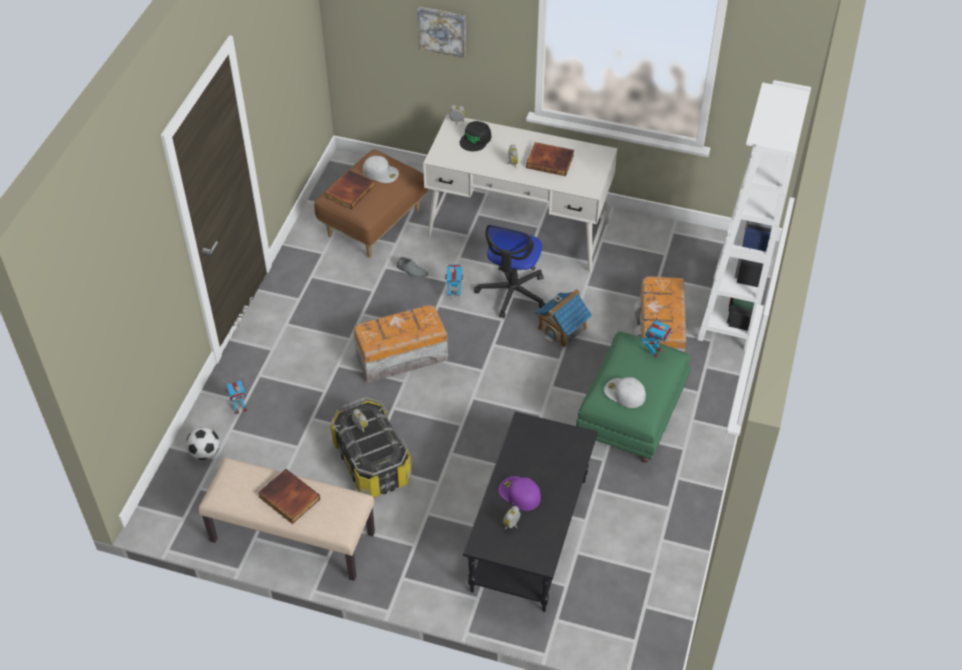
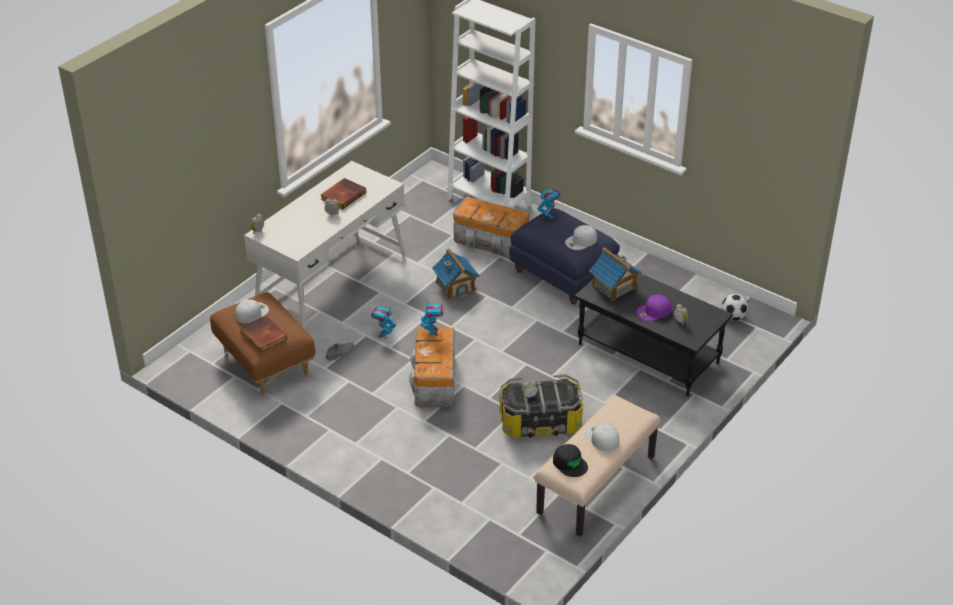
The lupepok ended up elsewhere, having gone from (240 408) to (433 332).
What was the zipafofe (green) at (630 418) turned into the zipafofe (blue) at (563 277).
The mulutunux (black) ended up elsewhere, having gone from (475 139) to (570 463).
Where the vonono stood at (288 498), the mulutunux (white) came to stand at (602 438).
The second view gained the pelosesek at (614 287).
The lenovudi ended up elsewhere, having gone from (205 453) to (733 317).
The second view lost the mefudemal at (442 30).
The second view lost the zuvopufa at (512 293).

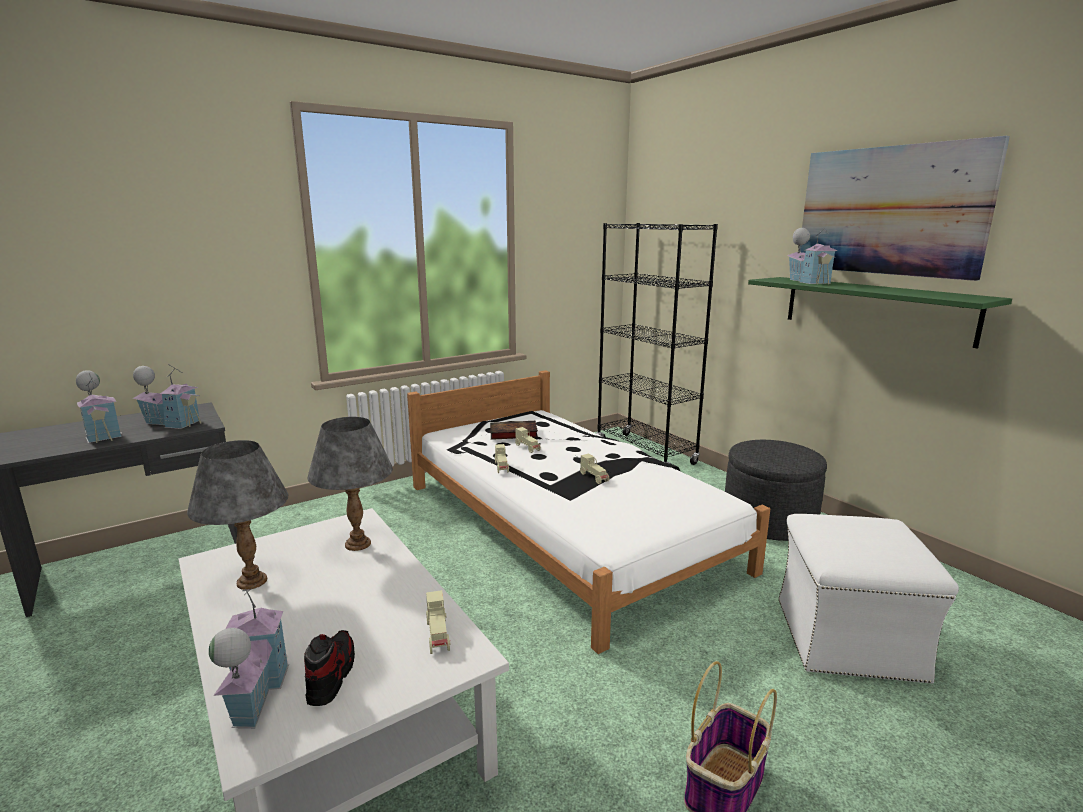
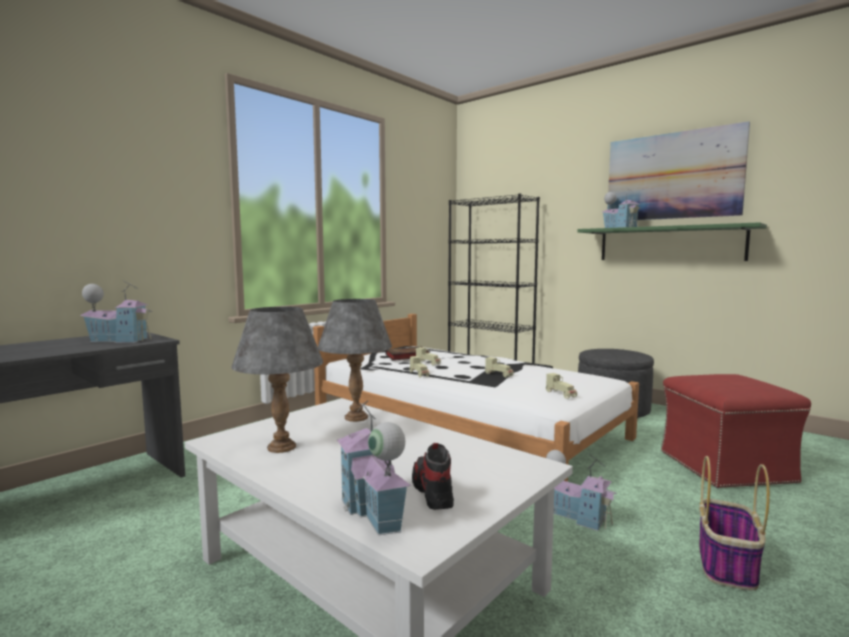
The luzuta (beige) ended up elsewhere, having gone from (438 636) to (561 394).
The pelosesek ended up elsewhere, having gone from (102 433) to (578 516).
What was the zipafofe (white) at (847 638) turned into the zipafofe (red) at (724 466).

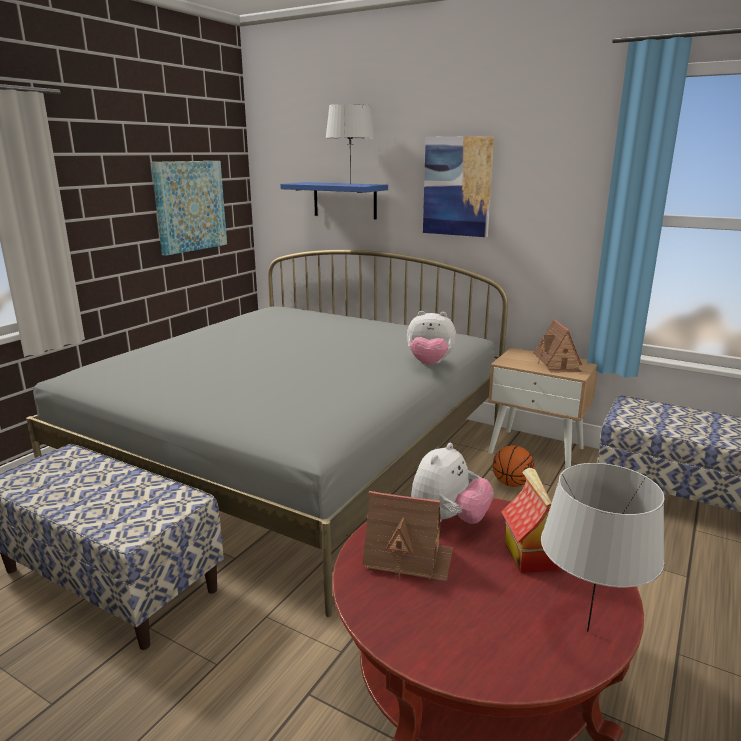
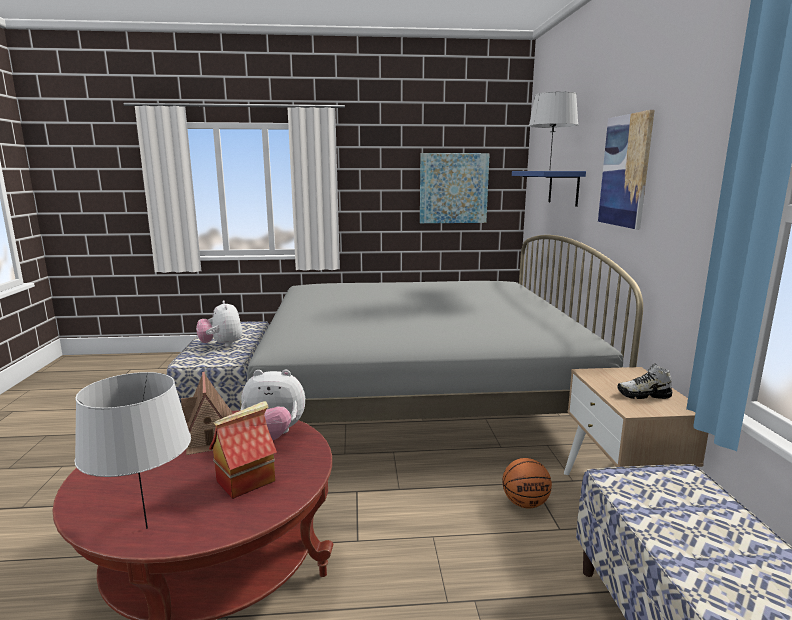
The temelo ended up elsewhere, having gone from (429 364) to (221 345).
Where the pelosesek stood at (557 364), the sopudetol came to stand at (644 395).

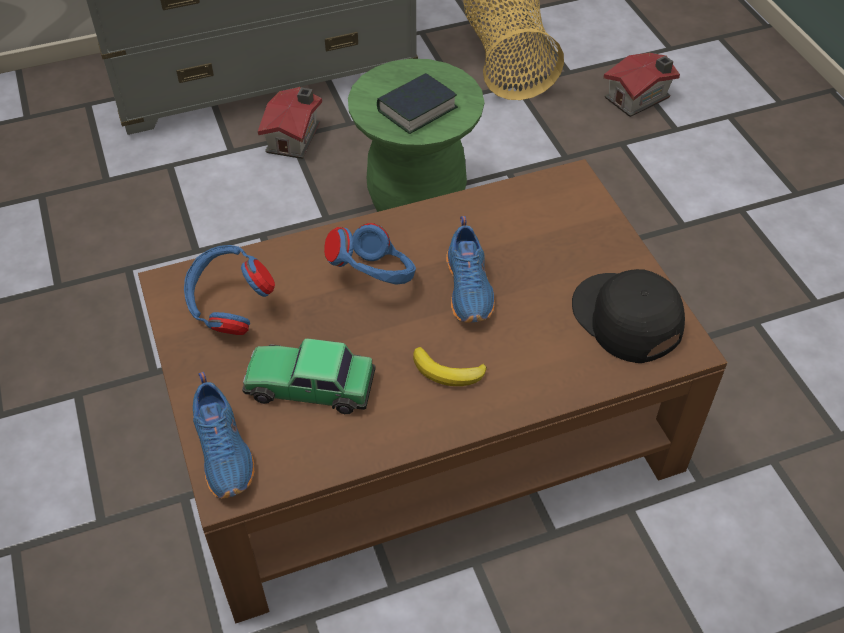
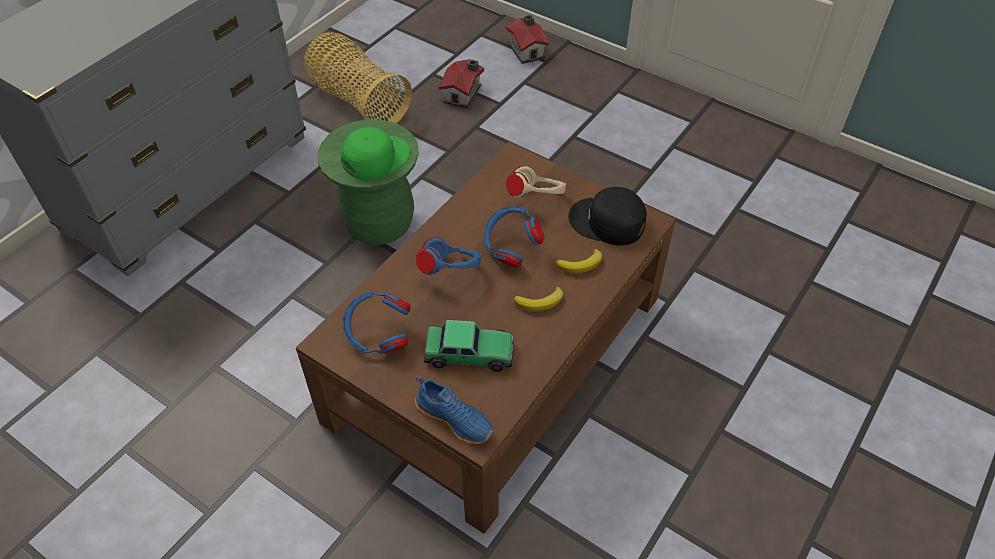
Where the vonono stood at (417 109), the mulutunux (green) came to stand at (375 157).
The luzuta at (309 385) ended up facing another way, 150 degrees counterclockwise from before.
Where the sopudetol (blue) stood at (470 288), the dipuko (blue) came to stand at (510 249).
The pelosesek ended up elsewhere, having gone from (295 137) to (527 50).
The second view gained the dipuko (beige) at (536 199).
The second view gained the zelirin at (581 264).

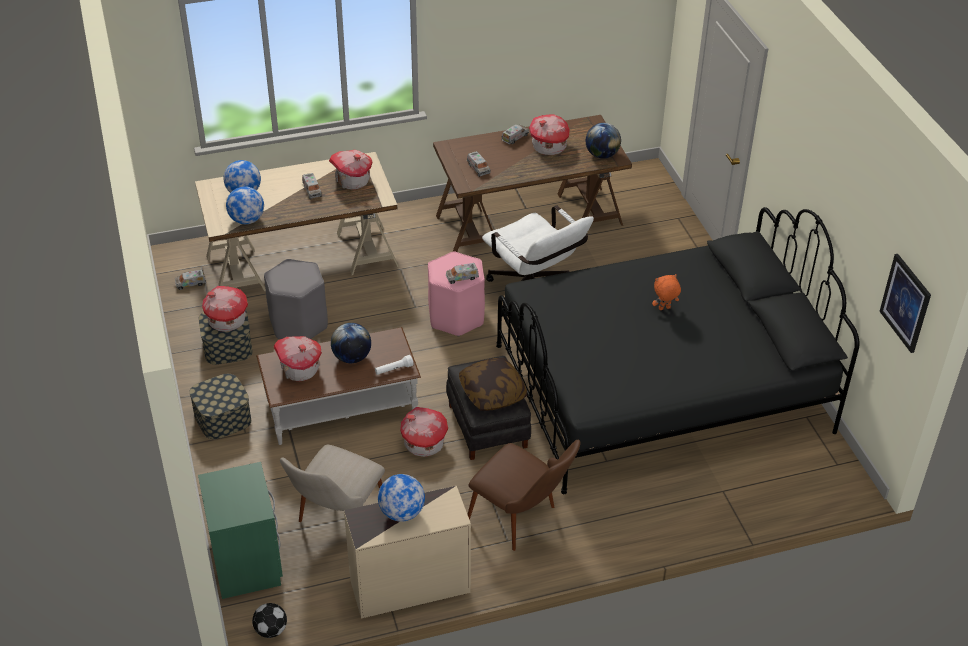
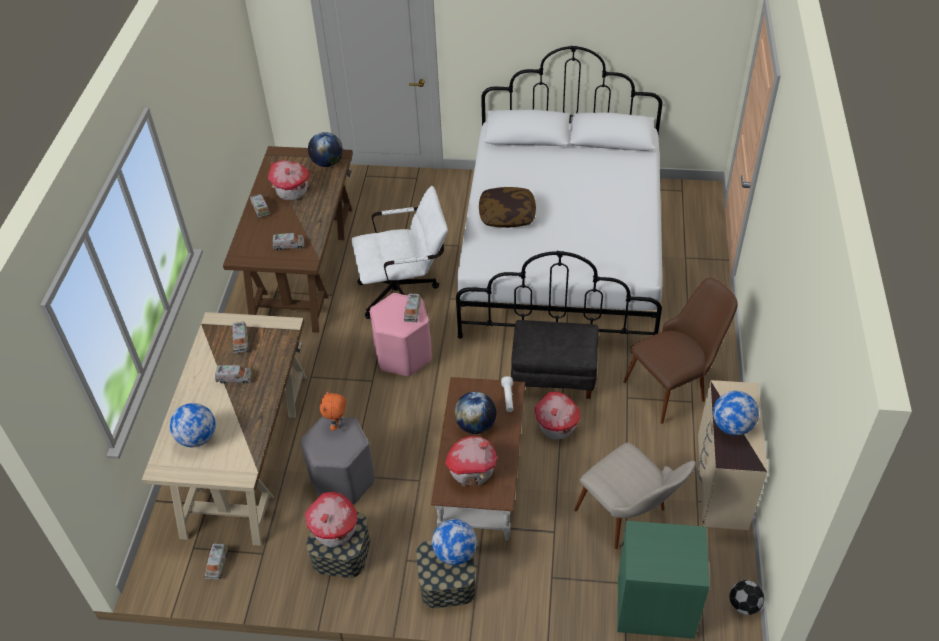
Where the pelosesek stood at (352 180), the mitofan came to stand at (241 341).
The temelo (orange) ended up elsewhere, having gone from (664 309) to (337 424).
The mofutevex ended up elsewhere, having gone from (247 220) to (455 553).
What was the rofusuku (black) at (661 389) turned into the rofusuku (white) at (562 254).
The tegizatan ended up elsewhere, having gone from (492 393) to (507 215).
The second view lost the mefudemal at (905 303).

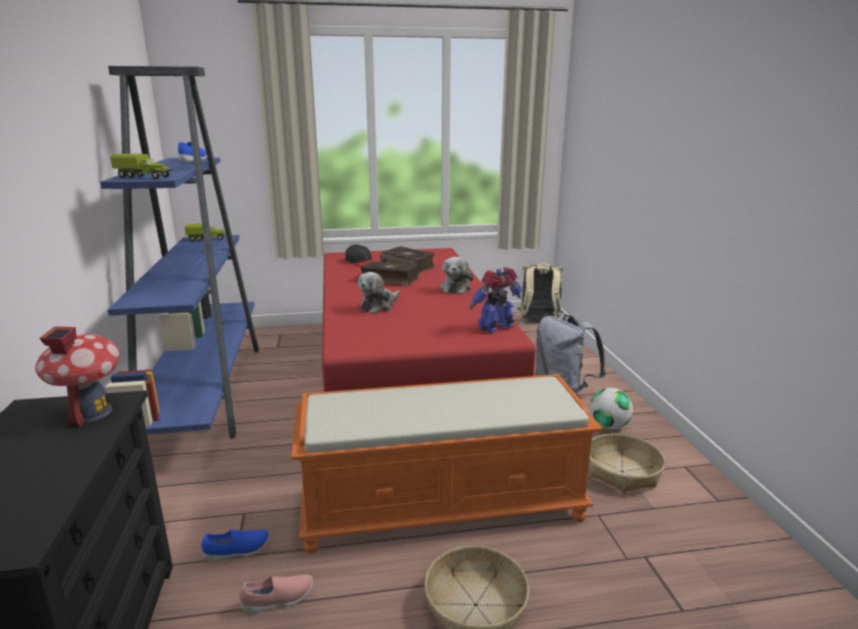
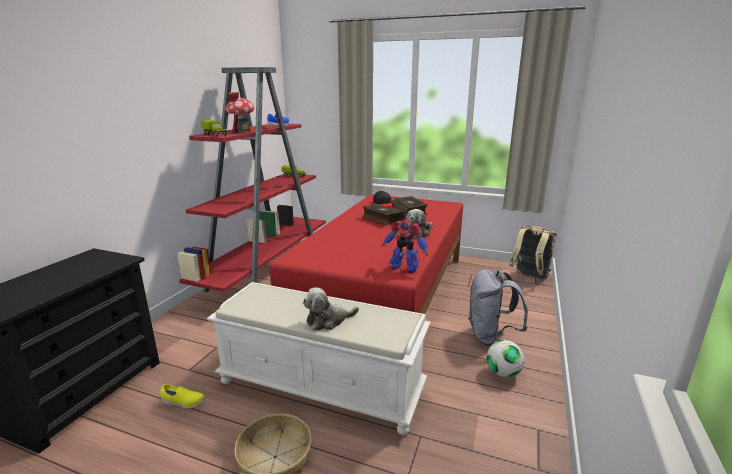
What was the sopudetol (pink) at (278 601) turned into the sopudetol (yellow) at (183 403).
What was the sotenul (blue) at (205 388) turned into the sotenul (red) at (267 269).
What was the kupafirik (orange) at (443 505) turned into the kupafirik (white) at (322 385).
The pelosesek ended up elsewhere, having gone from (90 413) to (242 132).
The temelo ended up elsewhere, having gone from (379 306) to (328 320).
The lupepok at (497 328) ended up facing another way, 150 degrees counterclockwise from before.
The second view lost the sopudetol (blue) at (237 552).
The second view lost the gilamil at (622 471).

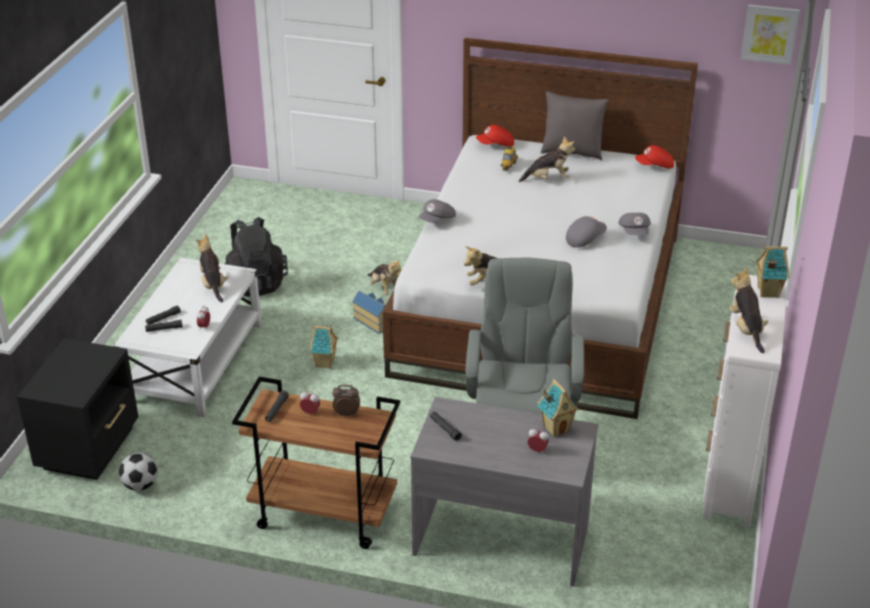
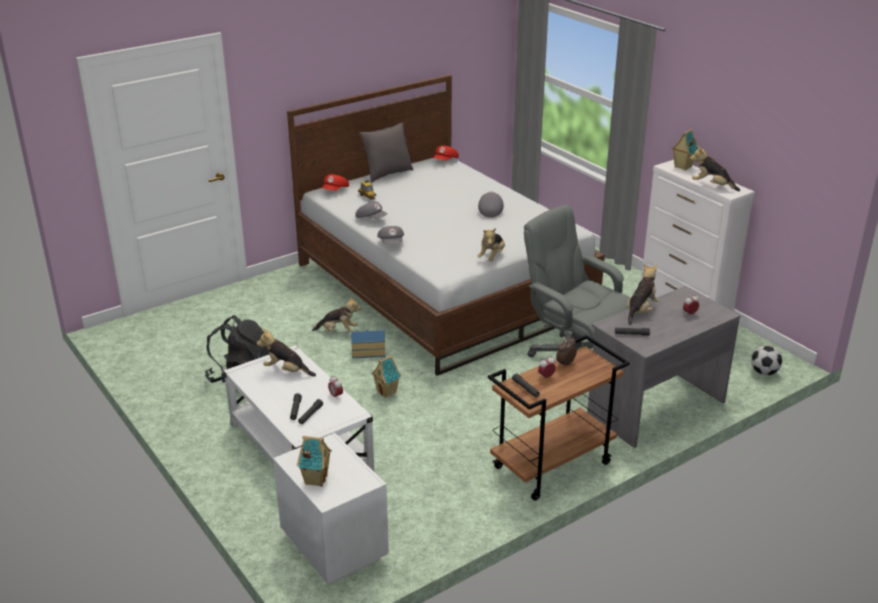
What was the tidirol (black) at (90 448) turned into the tidirol (white) at (334 546).
The pelosesek ended up elsewhere, having gone from (556 428) to (315 479).
The mulutunux (grey) ended up elsewhere, having gone from (634 232) to (371 219).
The temelo ended up elsewhere, having gone from (548 179) to (640 311).
The lenovudi ended up elsewhere, having gone from (140 485) to (764 372).
The second view lost the mefudemal at (770 34).

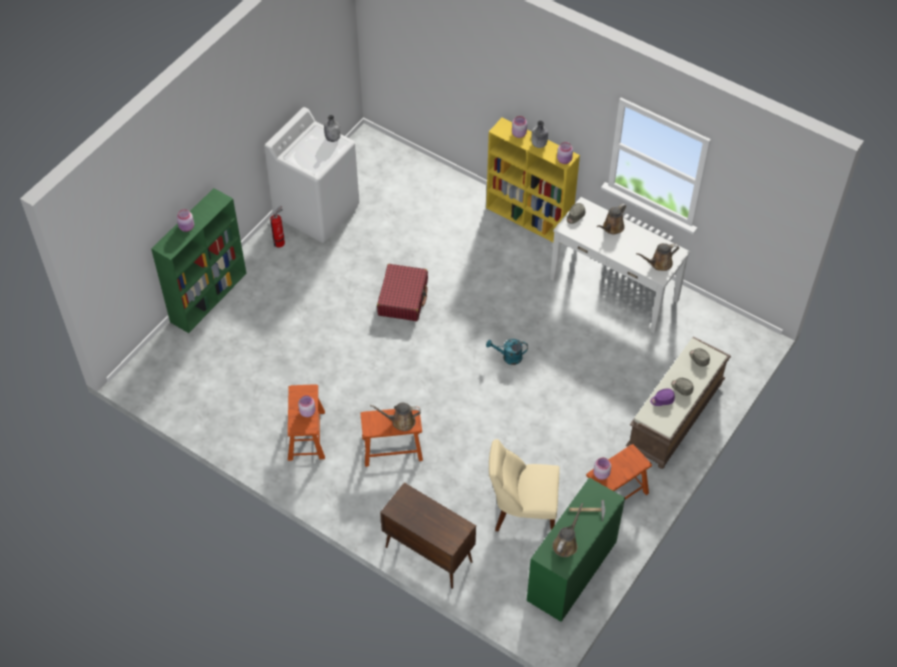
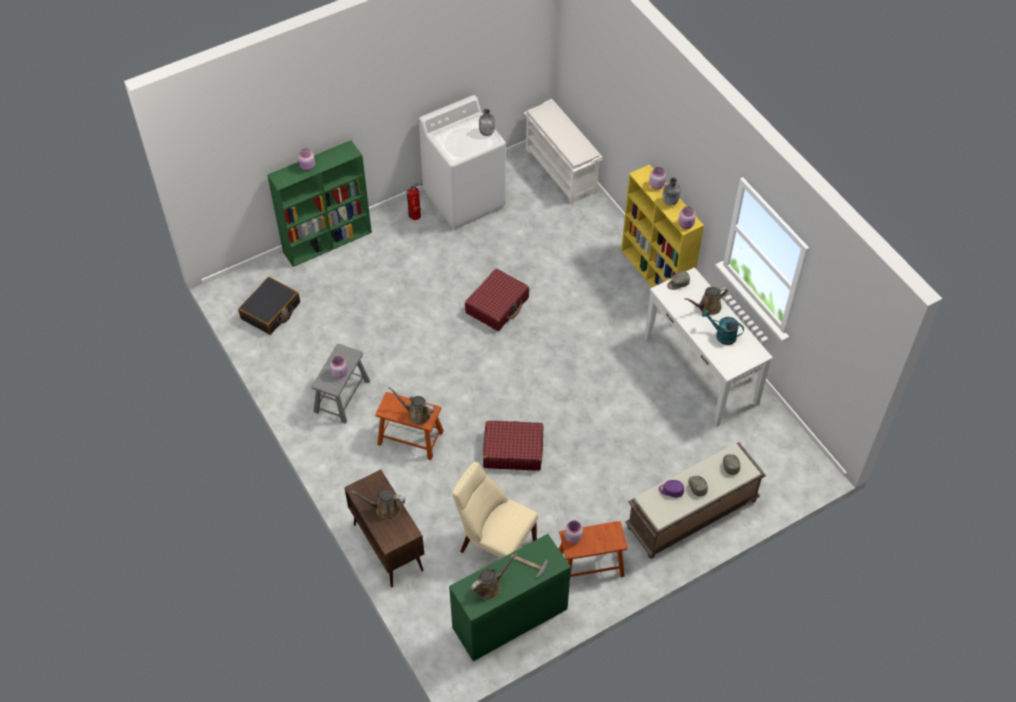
The second view gained the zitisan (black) at (271 311).
What was the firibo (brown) at (306 435) turned into the firibo (grey) at (341 396).
The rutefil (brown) ended up elsewhere, having gone from (659 263) to (385 509).
The second view gained the zitisan (red) at (512 450).
The second view gained the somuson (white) at (561 171).
The rutefil (turquoise) ended up elsewhere, having gone from (508 357) to (722 335).

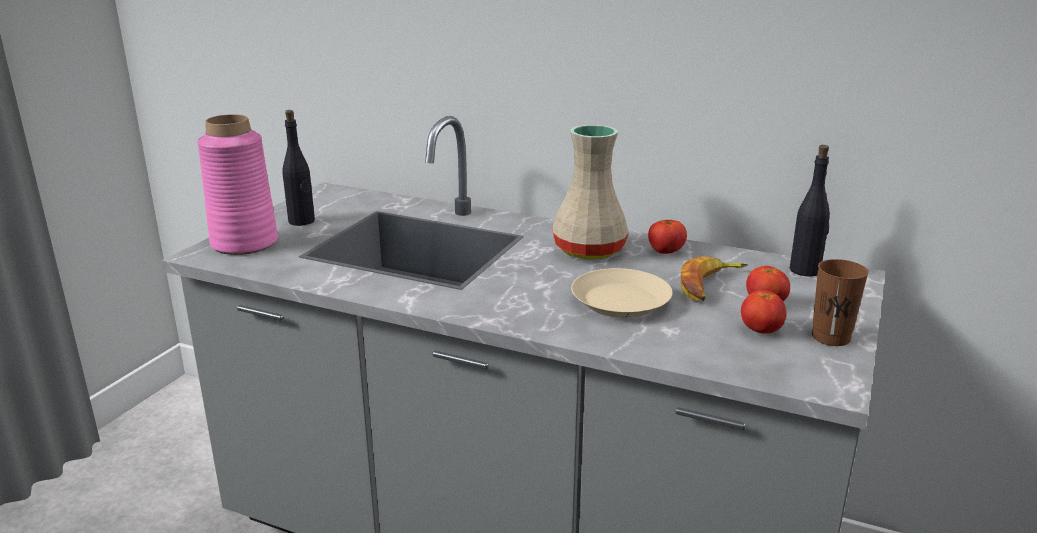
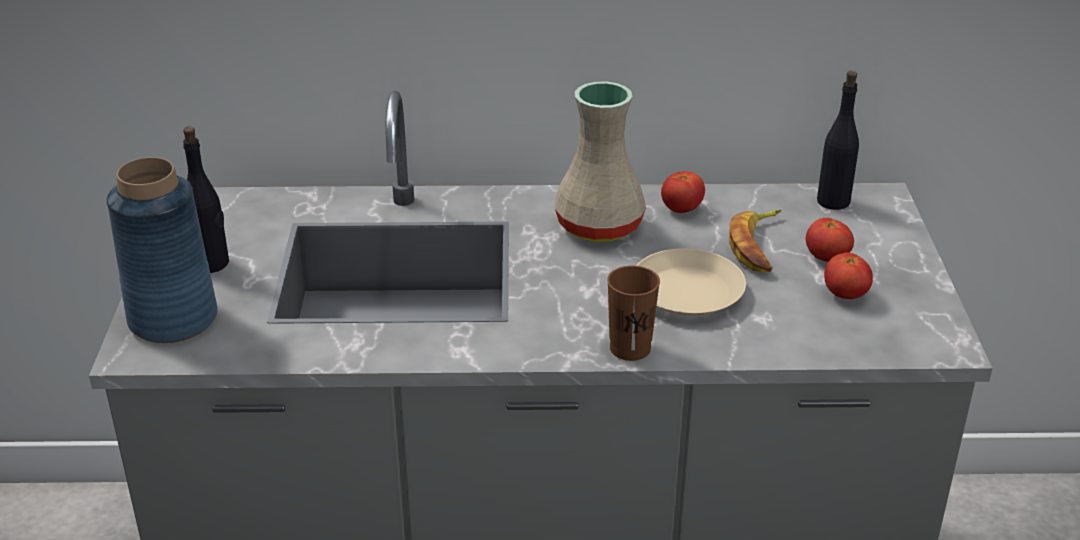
What was the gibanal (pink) at (245 243) turned into the gibanal (blue) at (174 319).
The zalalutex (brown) ended up elsewhere, having gone from (831 337) to (630 348).

